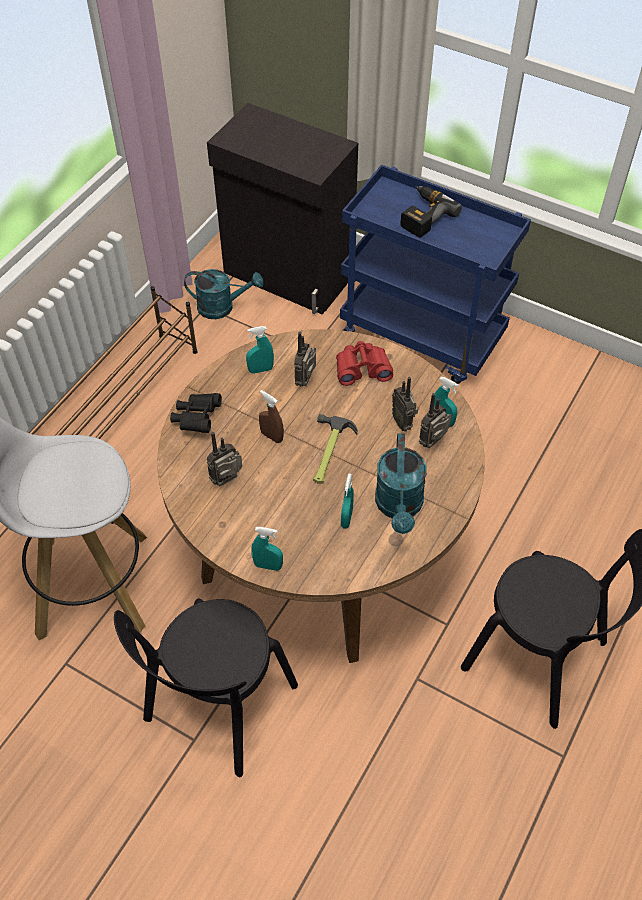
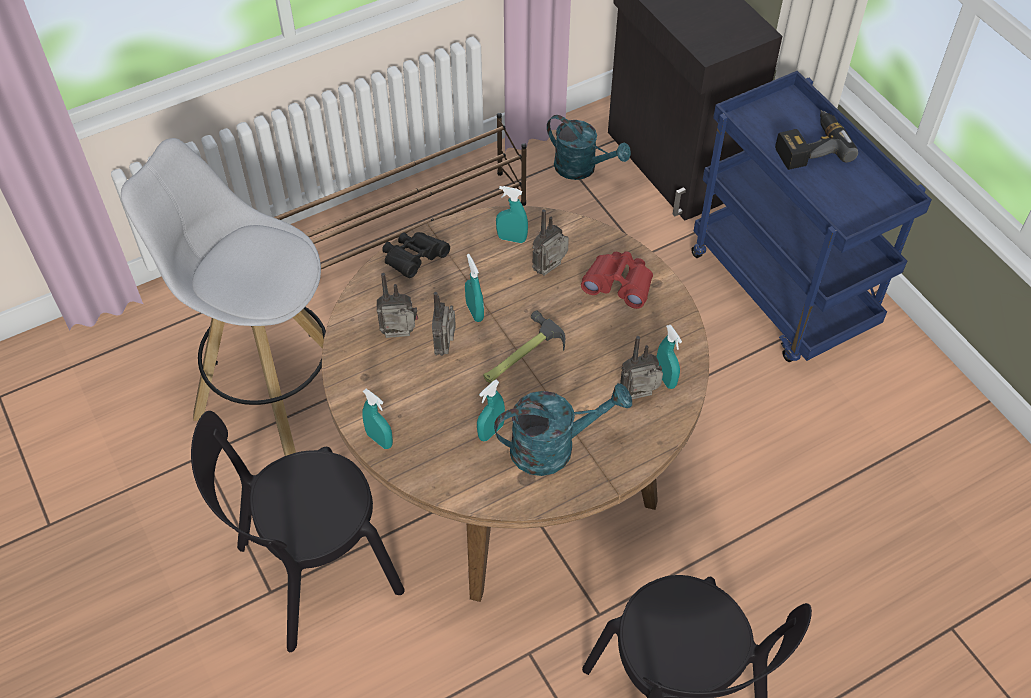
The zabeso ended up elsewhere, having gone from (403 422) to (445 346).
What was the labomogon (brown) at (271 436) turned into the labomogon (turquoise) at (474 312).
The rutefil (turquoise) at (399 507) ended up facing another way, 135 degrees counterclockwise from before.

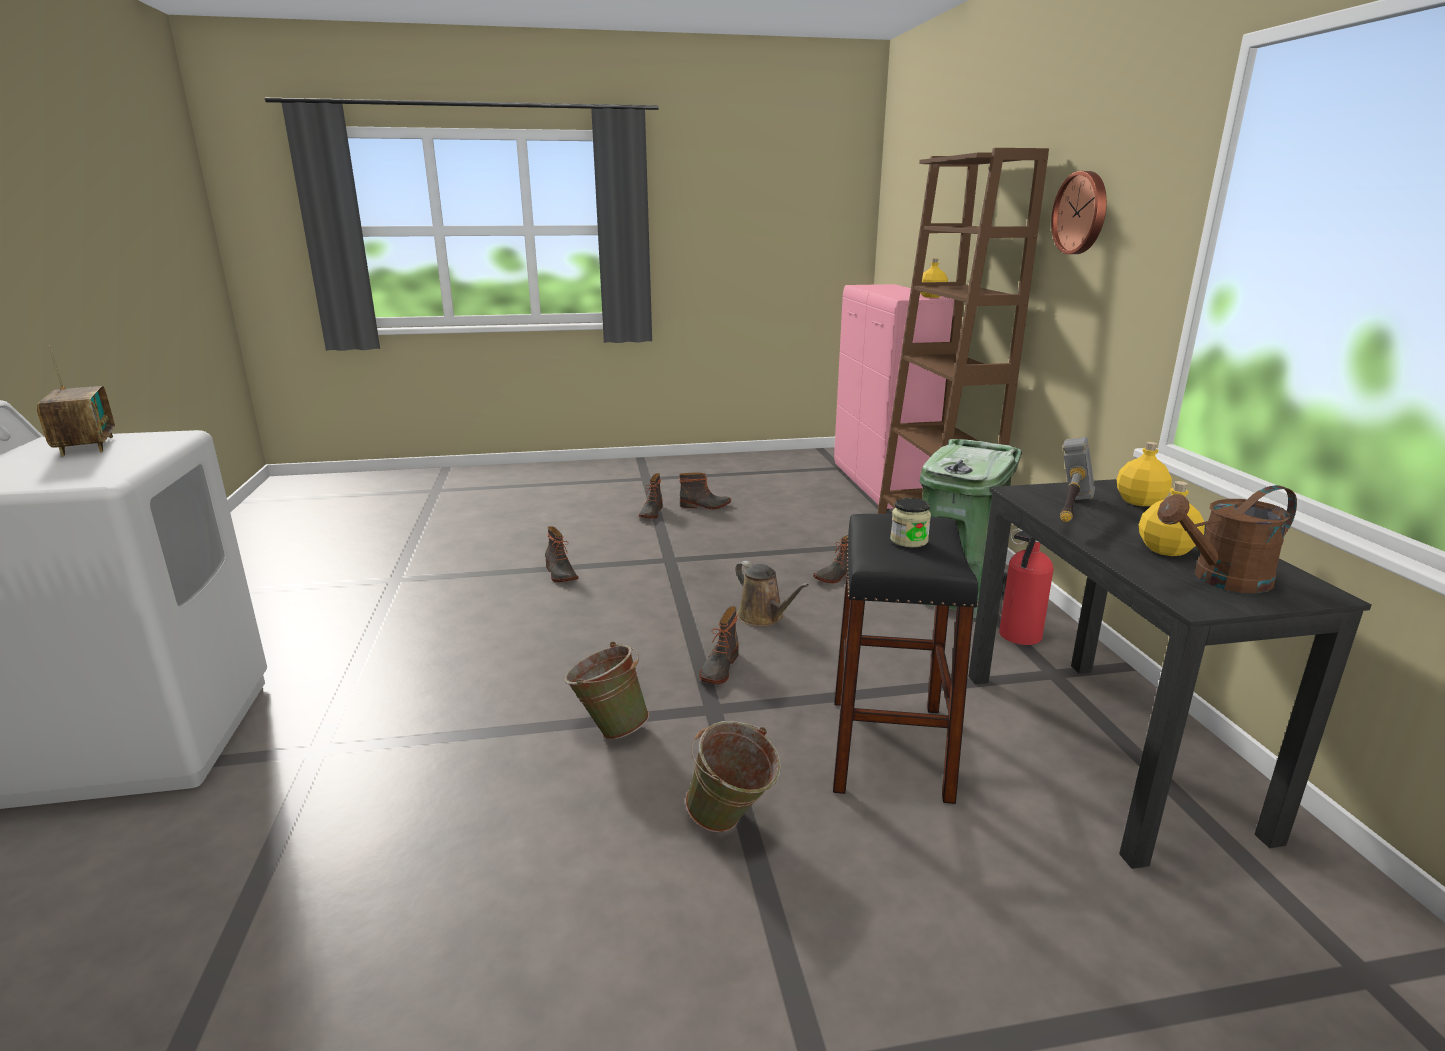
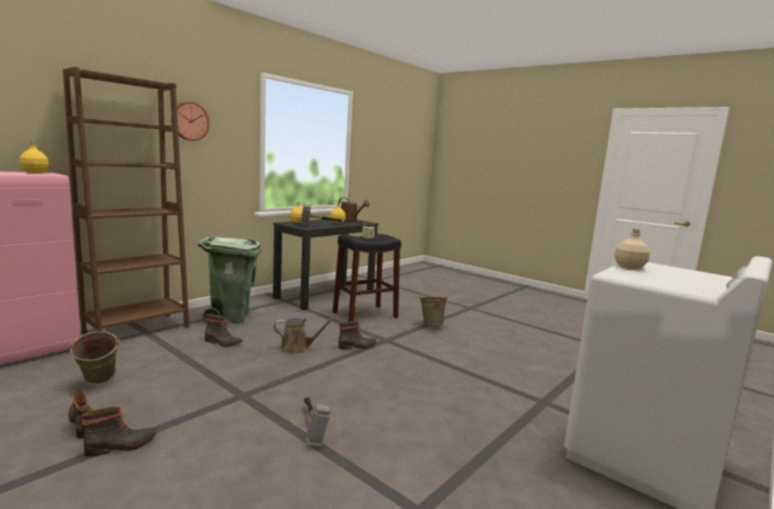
The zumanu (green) ended up elsewhere, having gone from (609 728) to (97 382).
The rutefil (brown) at (763 617) ended up facing another way, 75 degrees clockwise from before.
Where the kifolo stood at (560 574), the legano came to stand at (312 428).
The second view gained the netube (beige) at (629 267).
The second view lost the zabeso at (86 446).
The second view lost the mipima at (1018 636).

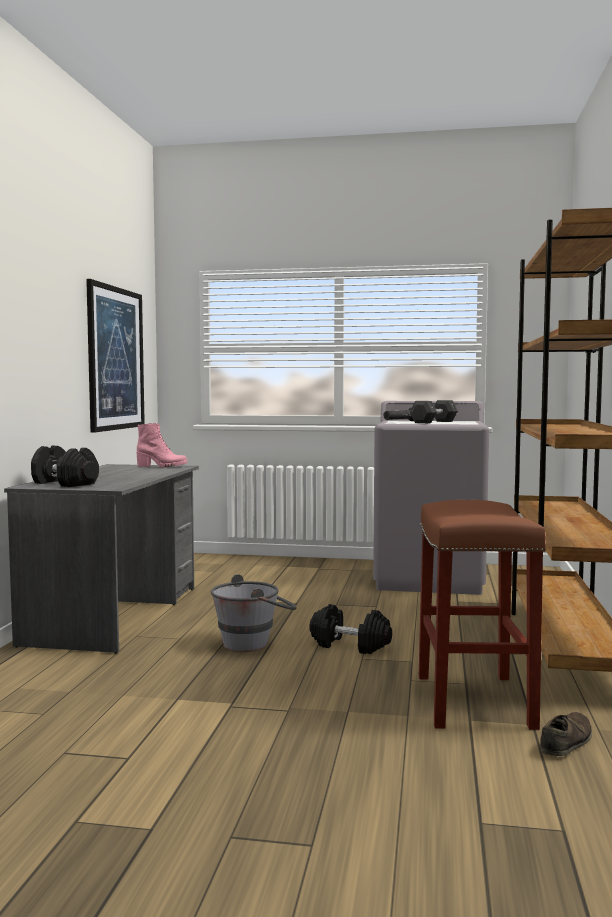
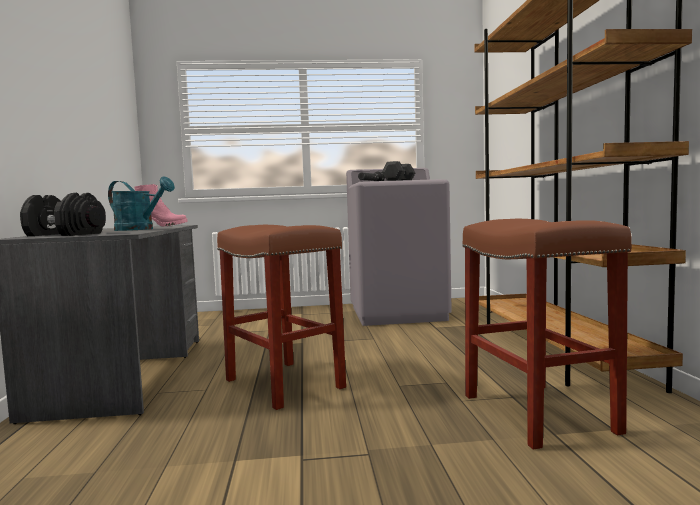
The second view gained the rutefil (turquoise) at (140 229).
Where the zumanu (grey) stood at (254 643), the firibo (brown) came to stand at (285 384).
The second view lost the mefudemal at (116 358).
The second view lost the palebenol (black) at (349 645).
The second view lost the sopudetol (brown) at (566 741).

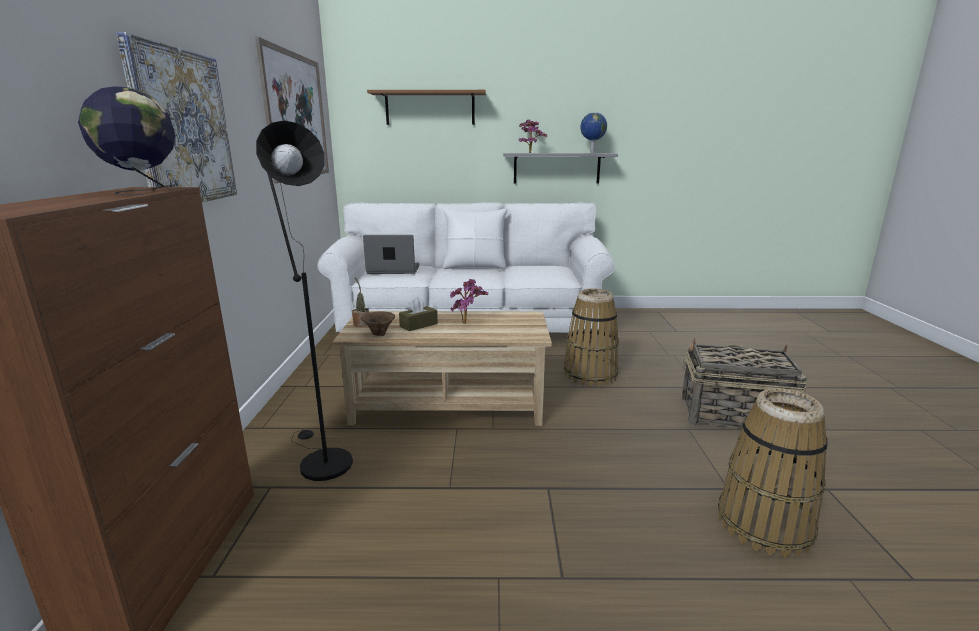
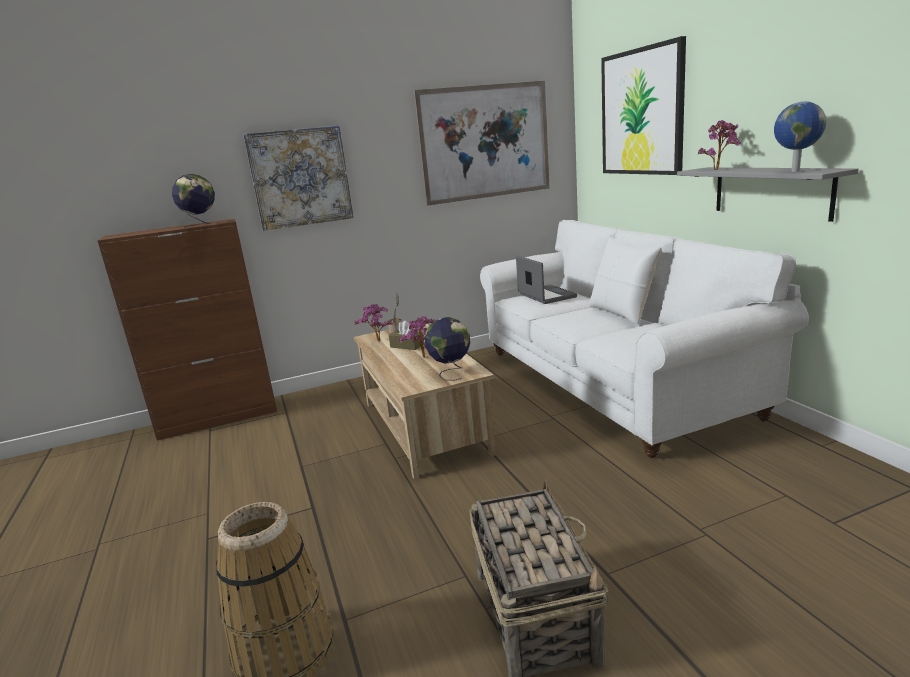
Where the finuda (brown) stood at (378 334), the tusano came to stand at (377 342).
The second view gained the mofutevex at (450 373).
Where the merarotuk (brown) hung at (430 108), the mefudemal came to hang at (641 112).
The second view lost the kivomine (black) at (321 460).
The second view lost the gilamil at (590 374).

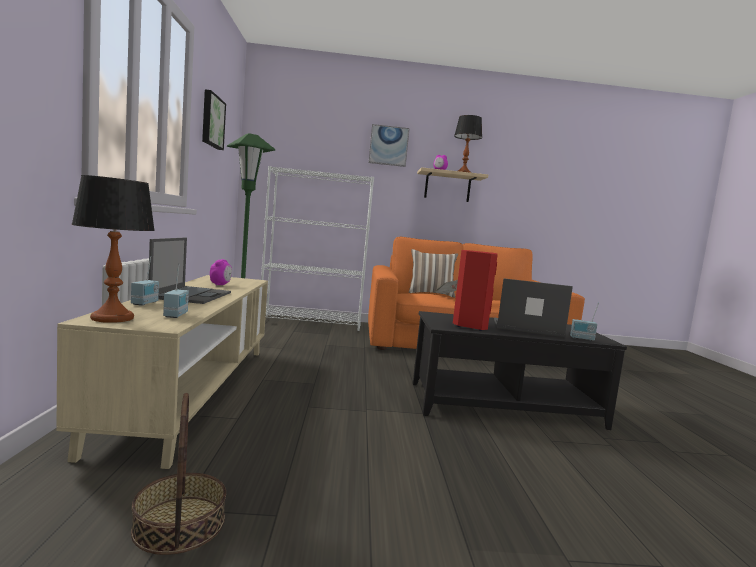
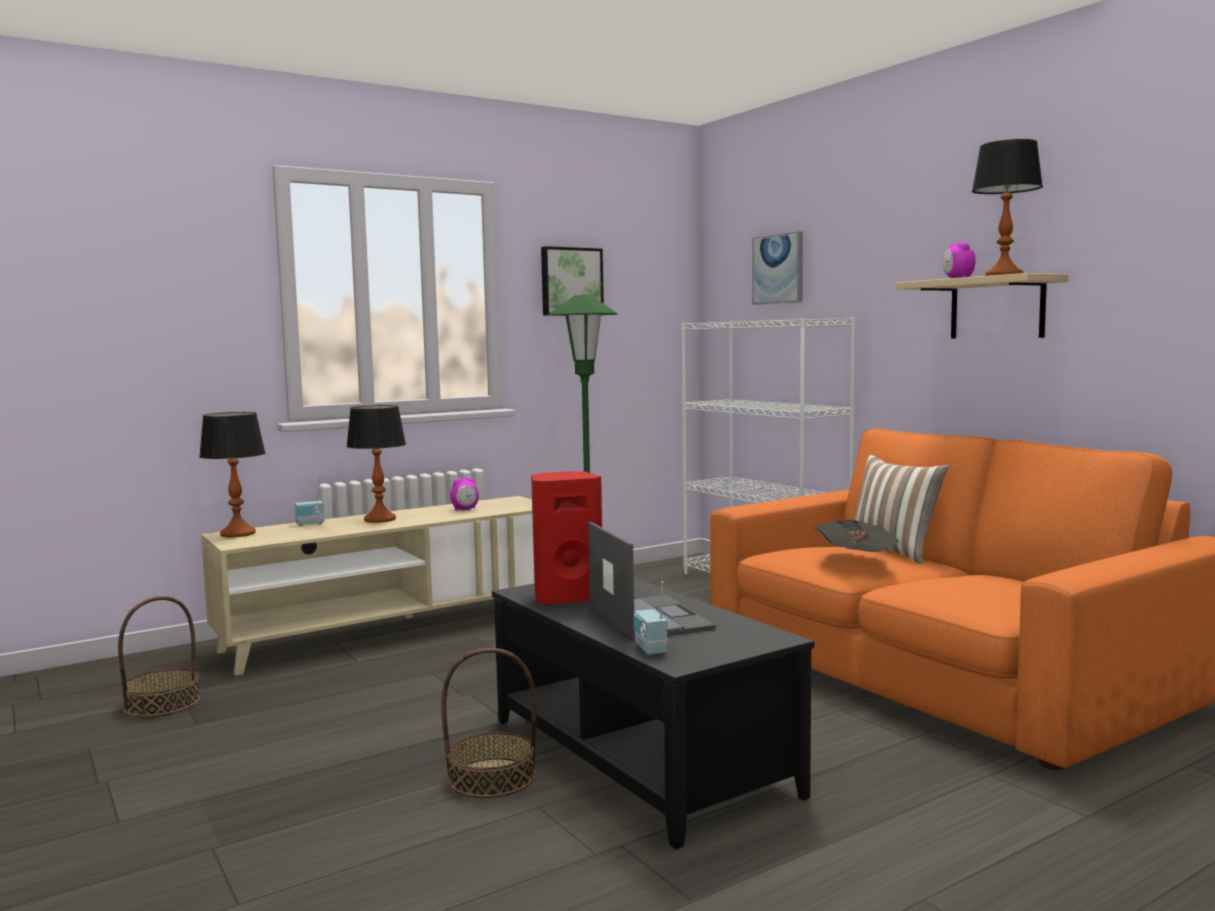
Where the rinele stood at (192 295), the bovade came to stand at (380 519).
The second view gained the gilamil at (492 778).
The mefudemal ended up elsewhere, having gone from (388 145) to (778 269).
The second view lost the zabeso at (177 315).

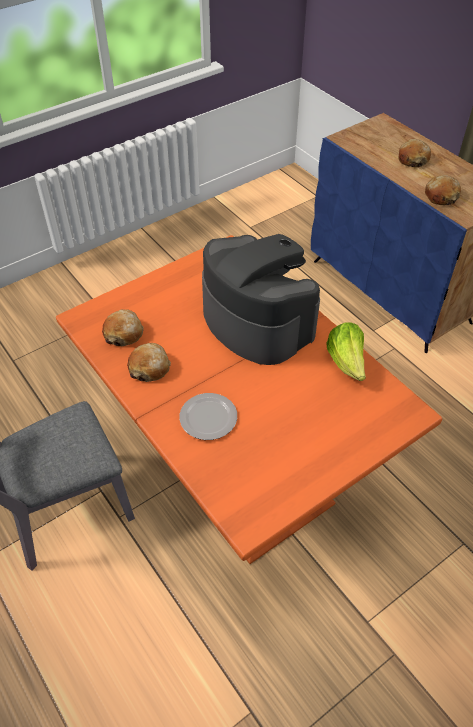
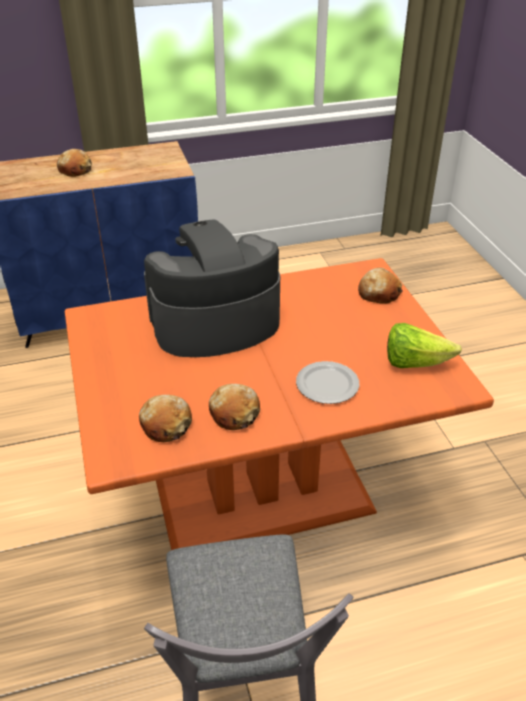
The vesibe ended up elsewhere, having gone from (441 196) to (378 293).
The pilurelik ended up elsewhere, having gone from (346 362) to (414 362).

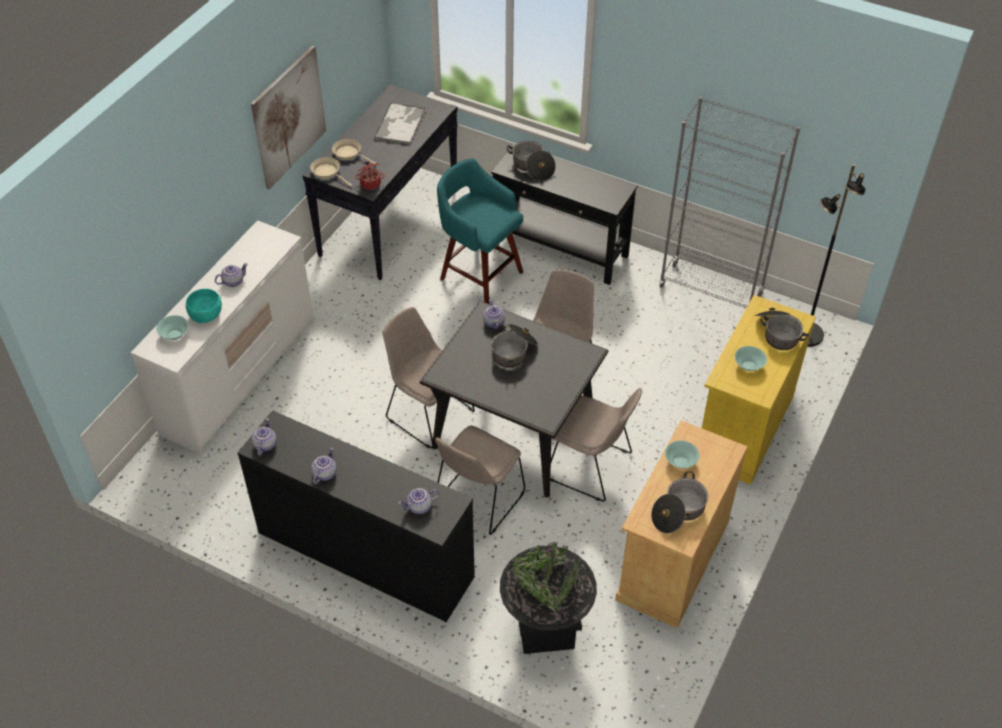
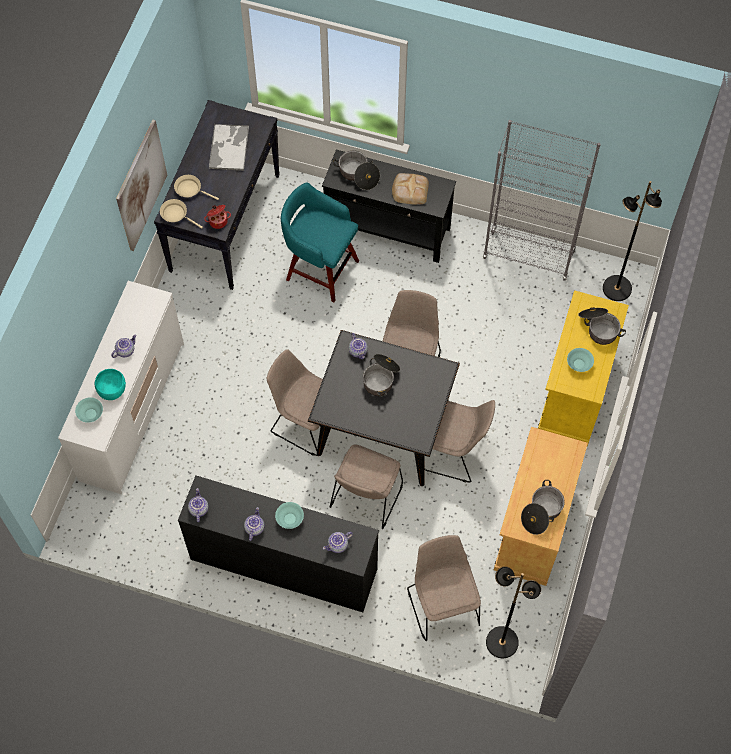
The finuda (turquoise) ended up elsewhere, having gone from (681 461) to (290 518).
The second view gained the vesibe at (409 190).
Where the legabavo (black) stood at (546 628), the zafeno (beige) came to stand at (443 603).
The second view gained the kivomine (black) at (501 641).

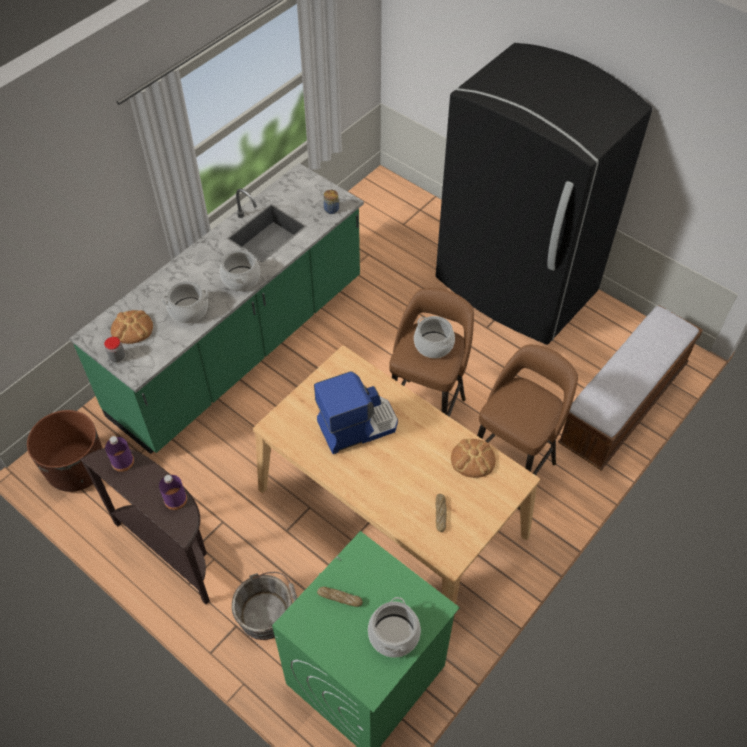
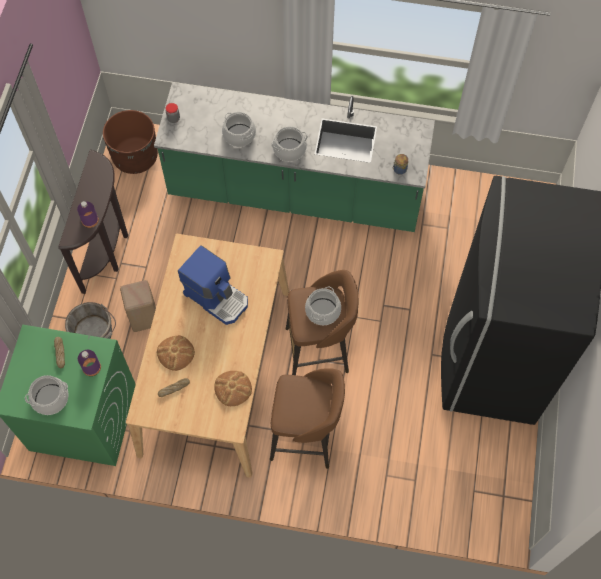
The netube (purple) ended up elsewhere, having gone from (122 461) to (91 367).
The second view gained the firibo (beige) at (143 319).
The vesibe ended up elsewhere, having gone from (132 328) to (175 353).
The second view lost the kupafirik at (622 405).

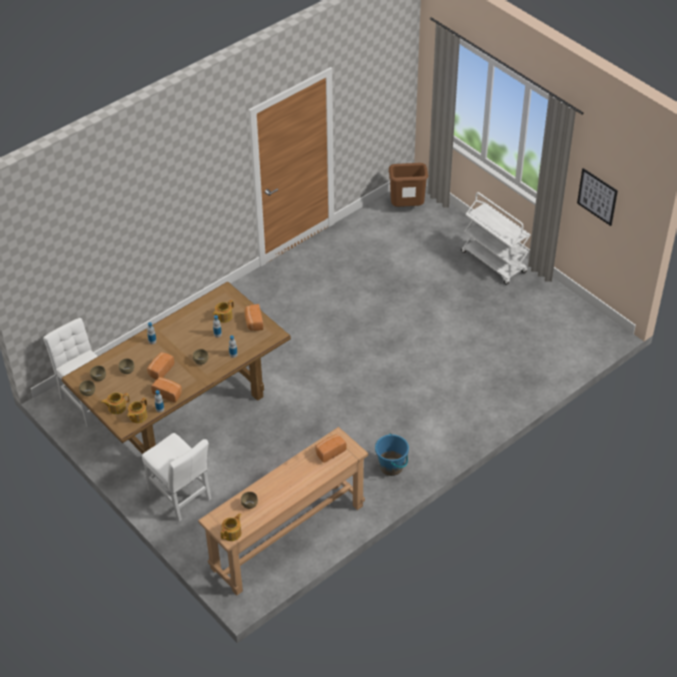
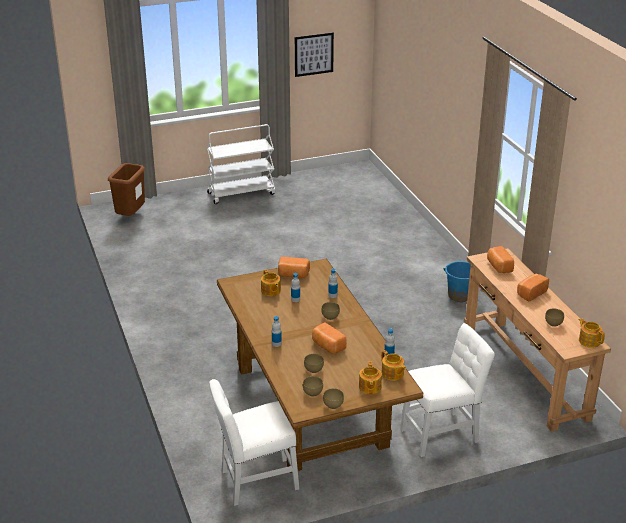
The vesibe ended up elsewhere, having gone from (168 393) to (530 293).

